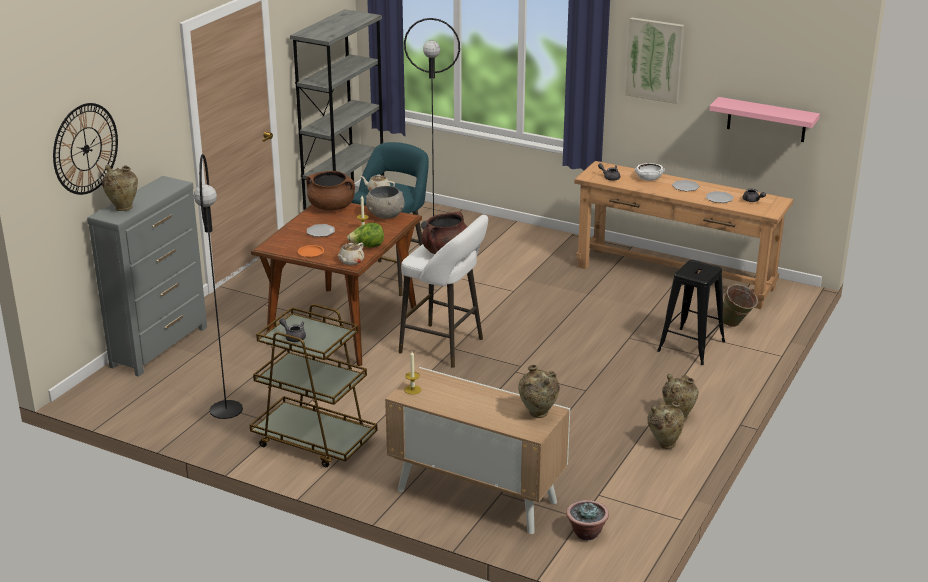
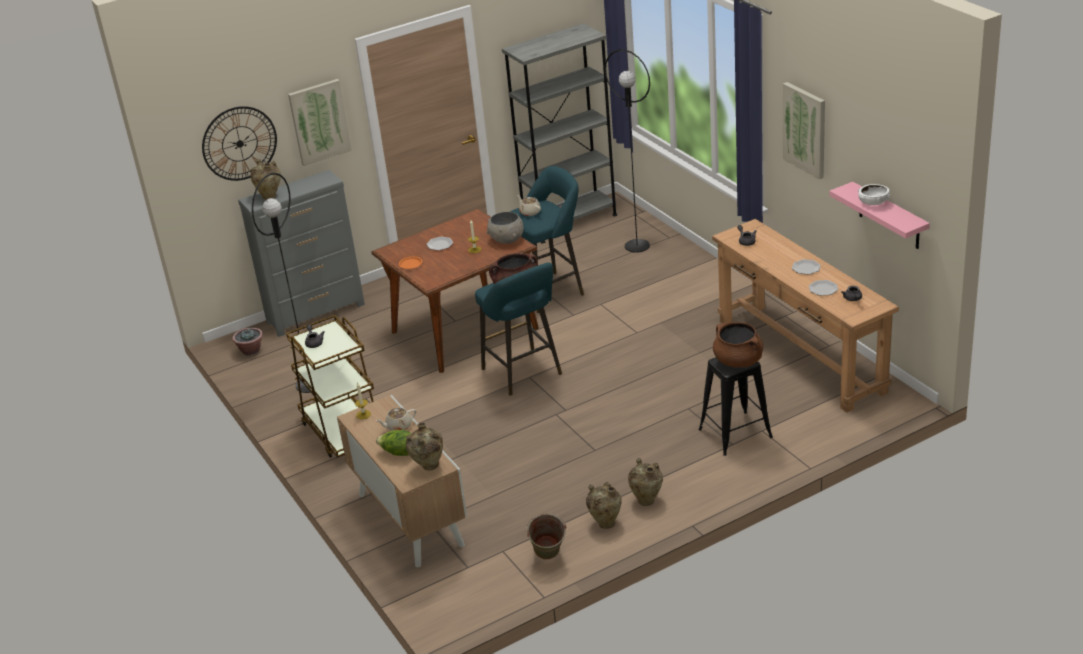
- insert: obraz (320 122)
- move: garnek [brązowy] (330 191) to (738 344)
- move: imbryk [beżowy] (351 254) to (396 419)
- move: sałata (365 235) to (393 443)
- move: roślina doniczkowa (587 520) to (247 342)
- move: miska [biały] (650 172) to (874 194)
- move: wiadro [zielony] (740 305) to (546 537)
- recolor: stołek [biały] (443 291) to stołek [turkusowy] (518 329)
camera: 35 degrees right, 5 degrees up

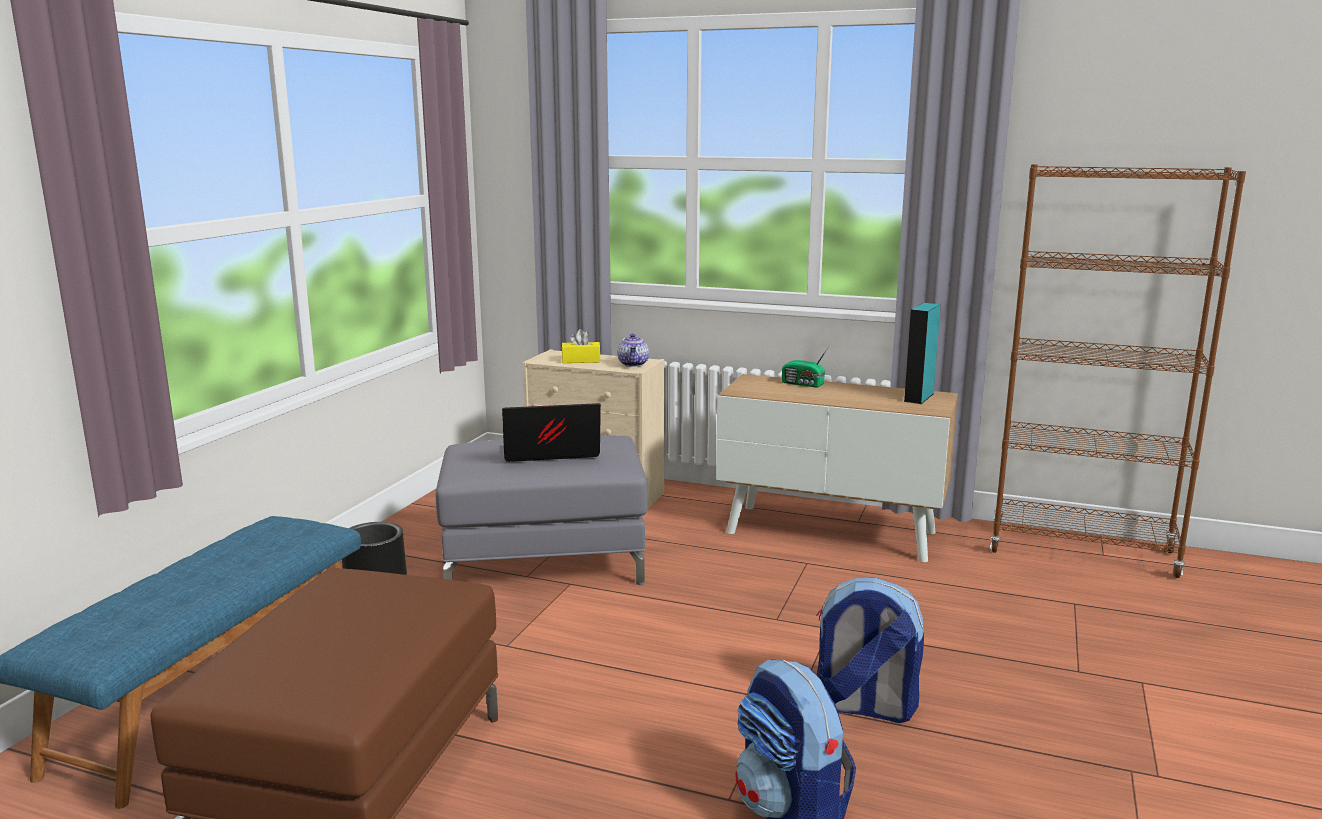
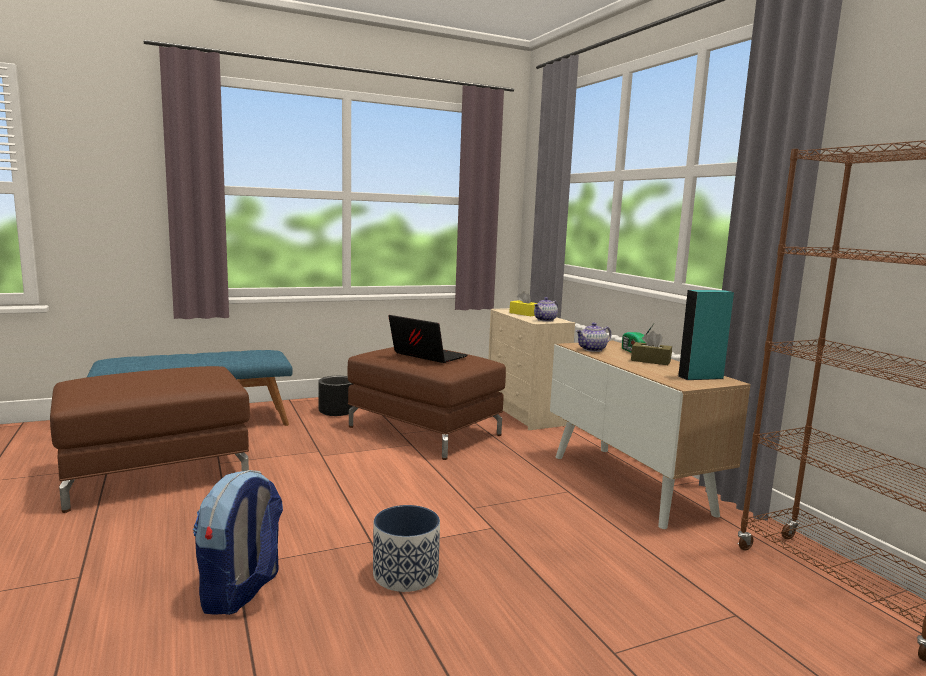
- insert: imbryk (593 337)
- insert: pudełko chusteczek [brązowy] (651 348)
- replace: plecak (870 650) to donica (406 548)
- recolor: pufa [szary] (542 510) to pufa [brązowy] (427 403)
camera: 45 degrees right, 5 degrees down

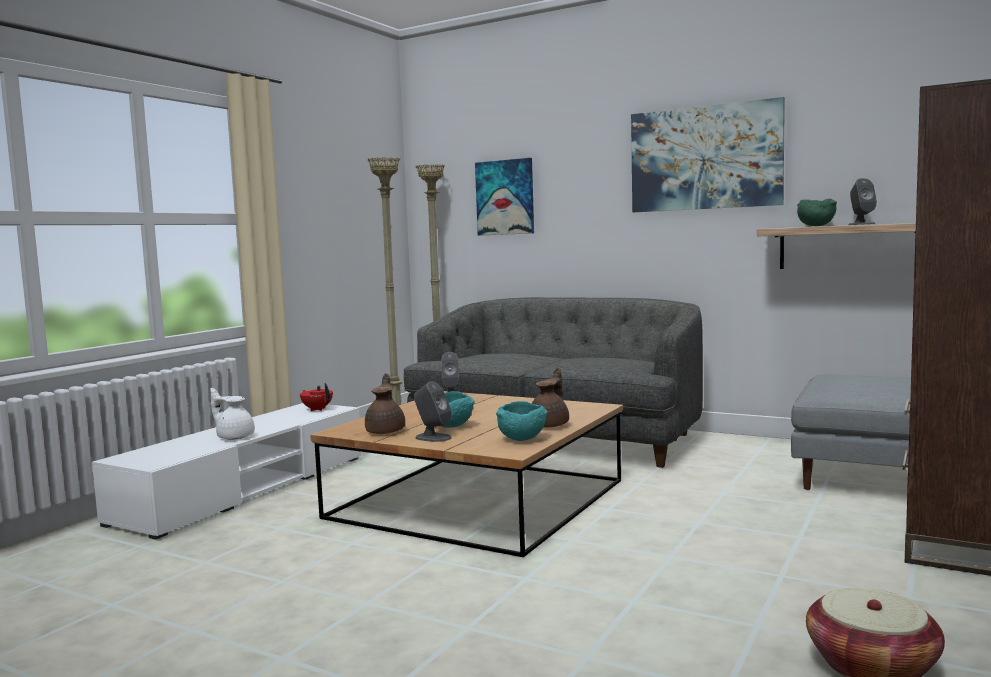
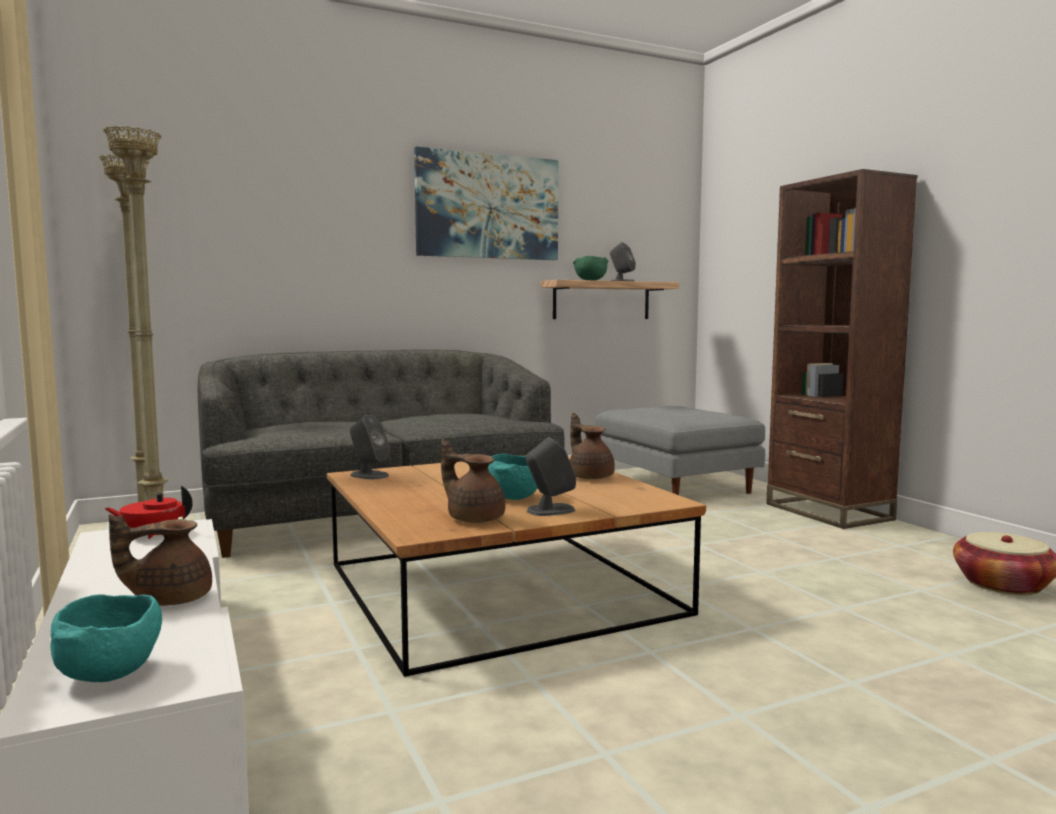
- delete: obraz (504 197)
- move: miska [turkusowy] (522 421) to (106 638)
- recolor: imbryk [biały] (232 414) to imbryk [brązowy] (160 560)
camera: 55 degrees left, 0 degrees up

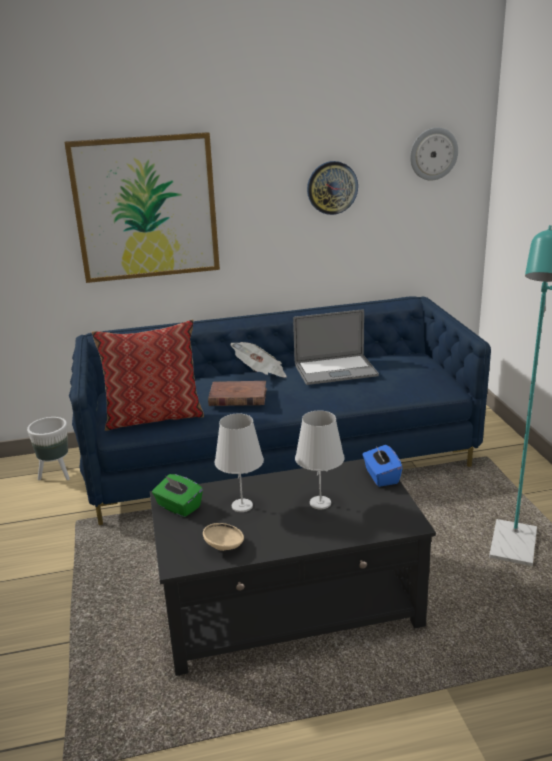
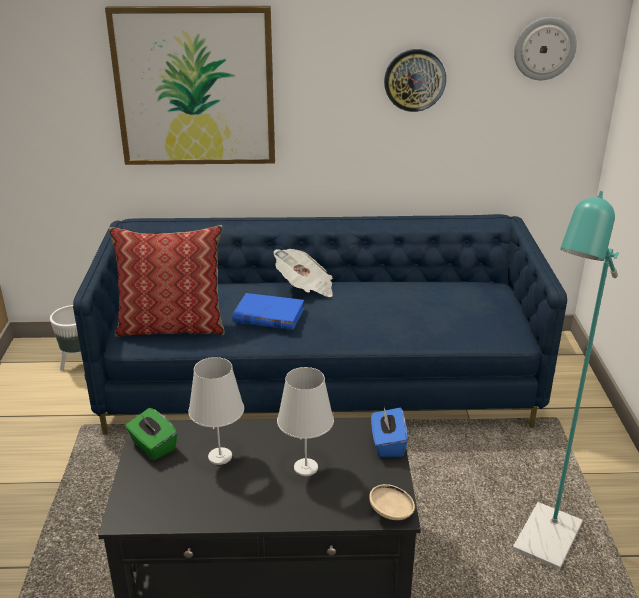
- delete: laptop (336 347)
- move: miska [beżowy] (223 537) to (392 502)
- recolor: książka [brązowy] (237 393) to książka [niebieski] (268 311)
camera: 10 degrees right, 5 degrees up

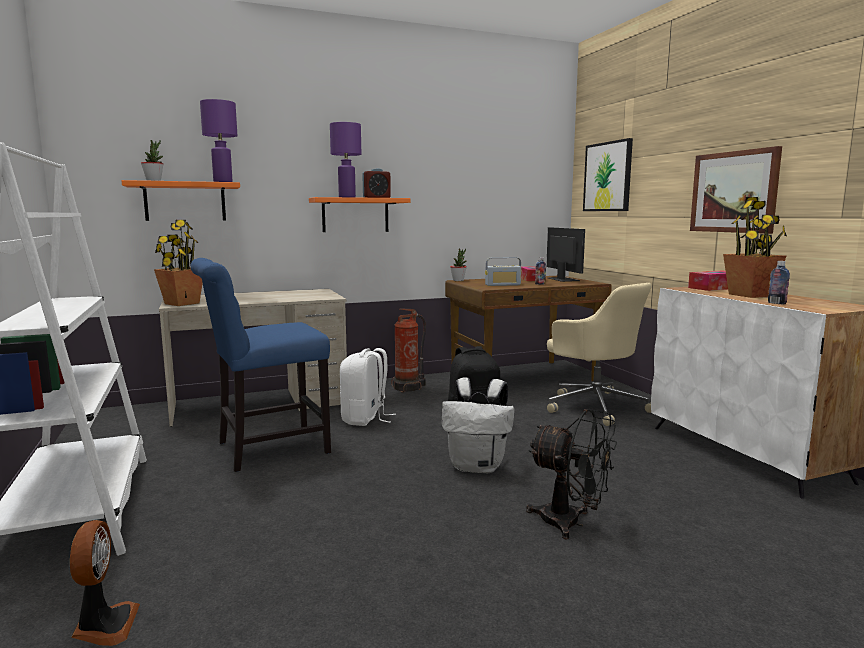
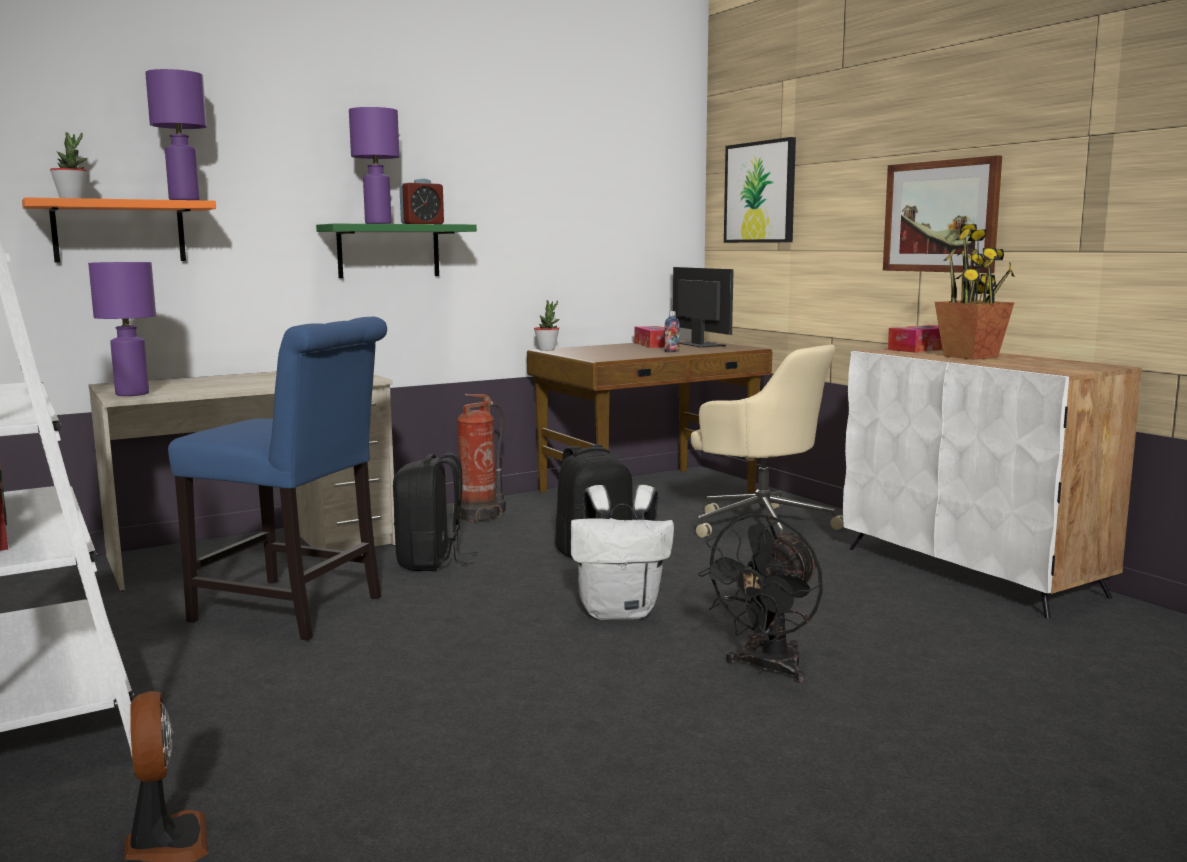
- delete: radio (503 271)
- delete: butelka (779 282)
- replace: roślina doniczkowa (178 263) to lampa stołowa [fioletowy] (122 329)
- recolor: półka [pomarańczowy] (359 214) to półka [zielony] (396 251)
- recolor: plecak [biały] (368 387) to plecak [czarny] (435 512)
- rotate: krzesło [niebieski] (260 365) = (277 479) 120 degrees counterclockwise
- rotate: wentylator [czarny] (571 474) = (760 598) 105 degrees clockwise
camera: 10 degrees left, 0 degrees up

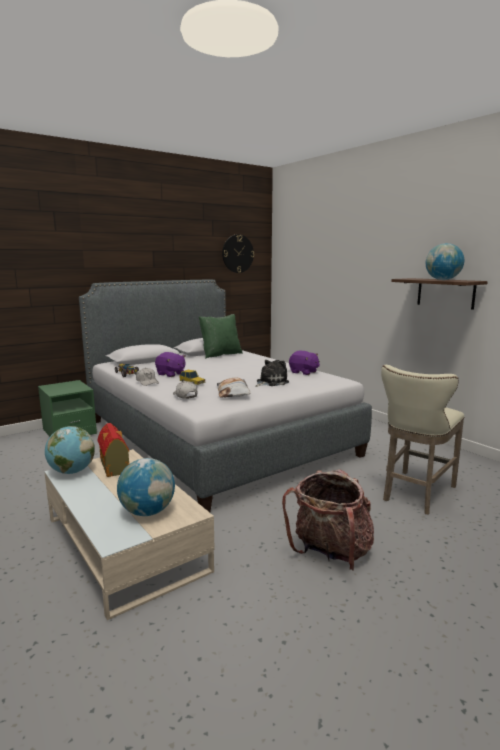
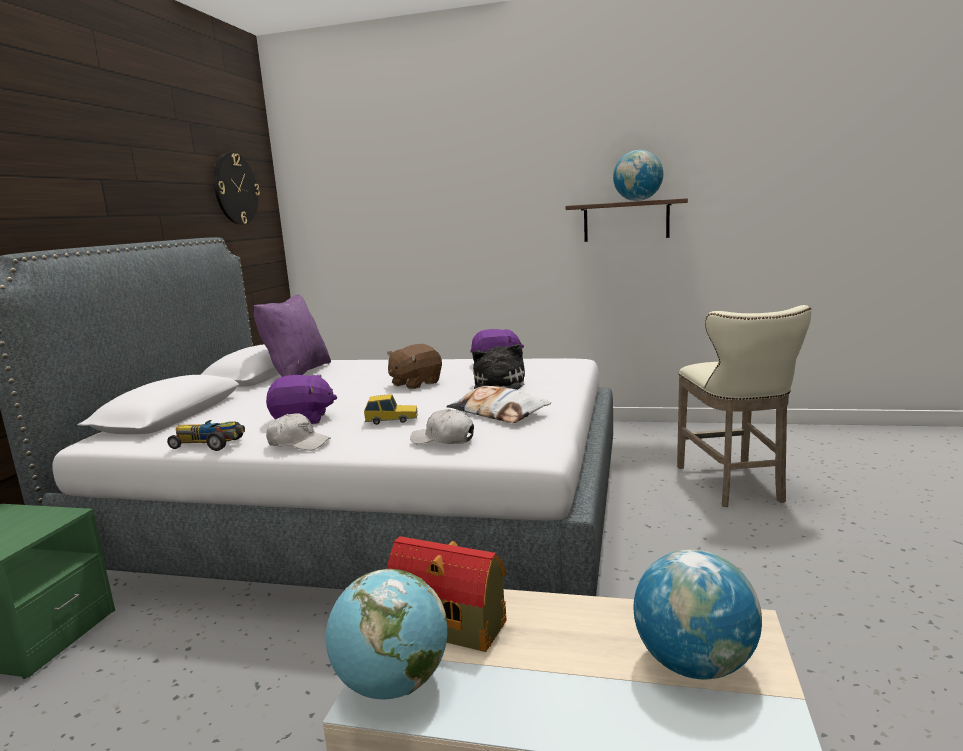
- delete: plecak (328 520)
- insert: pluszak [brązowy] (414 366)
- recolor: poduszka [zielony] (220 336) to poduszka [fioletowy] (292 335)
camera: 40 degrees left, 0 degrees up

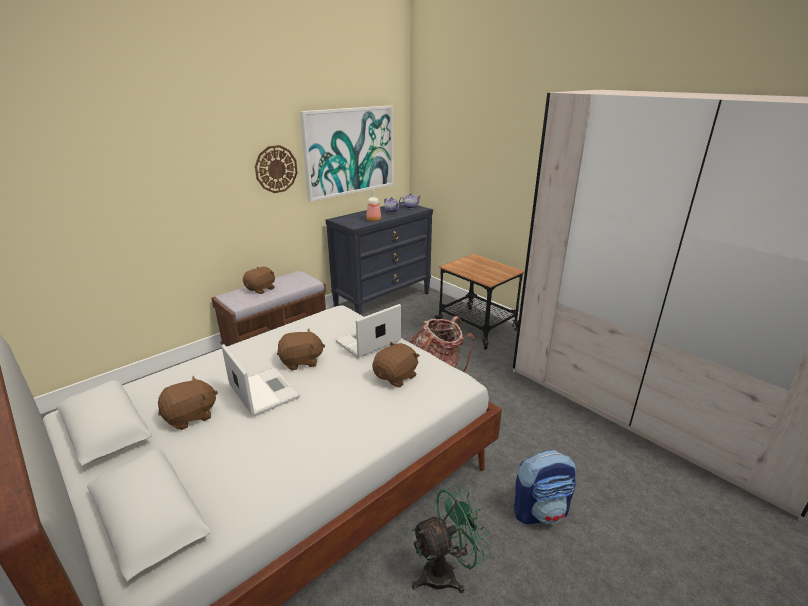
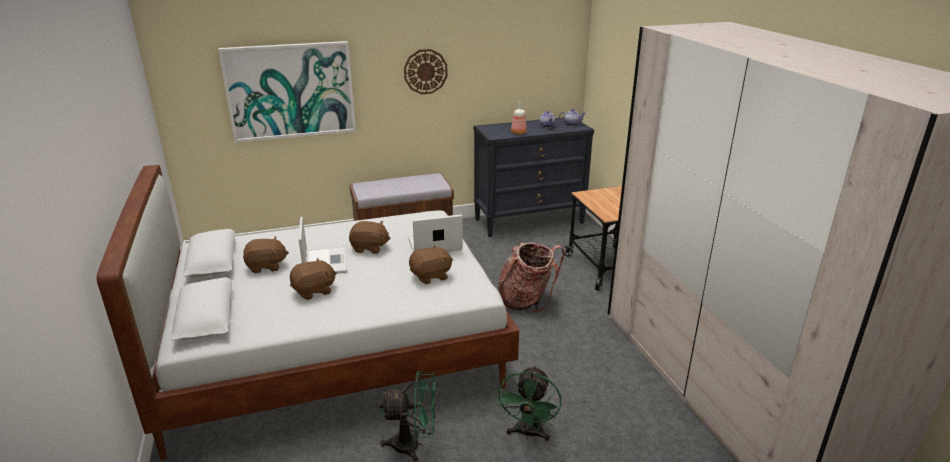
- move: pluszak [brązowy] (259 280) to (313 279)
- move: obraz (347 153) to (287 92)
- replace: plecak (545 487) to wentylator [zielony] (529 403)
camera: 25 degrees right, 0 degrees up

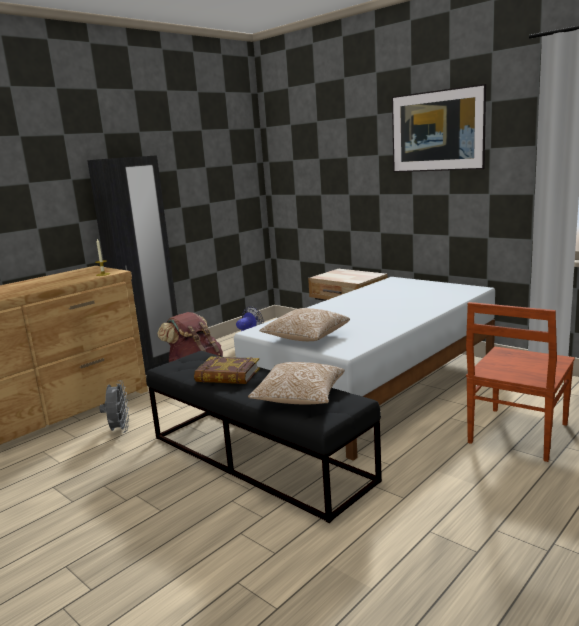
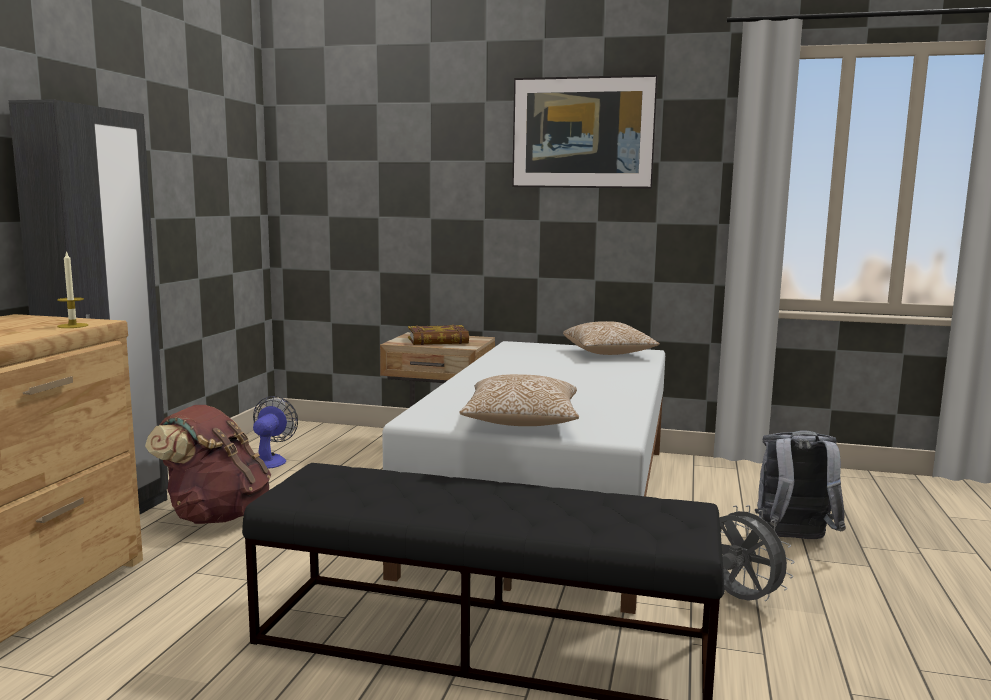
- move: wentylator [szary] (114 406) to (756 553)
- move: książka (227 370) to (438 335)
- move: poduszka (296 383) to (611 338)
- replace: krzesło [brązowy] (520 382) to plecak [szary] (800 485)
camera: 30 degrees left, 5 degrees down

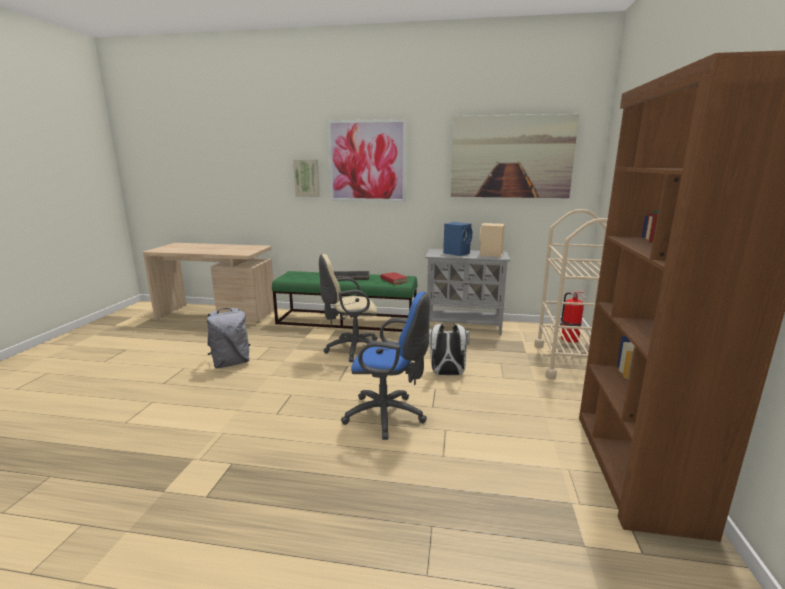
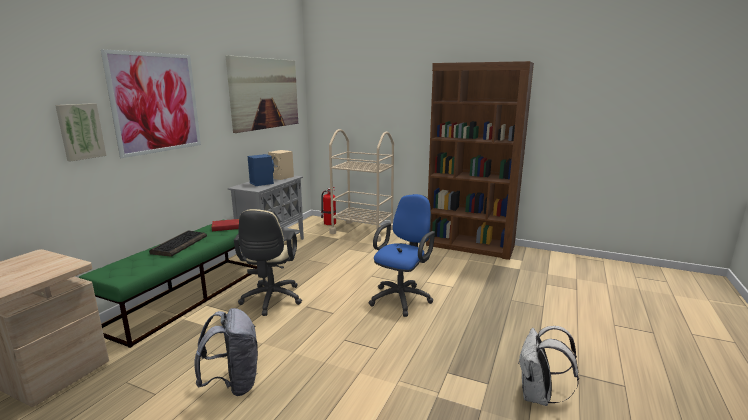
- move: plecak [biały] (449 349) to (548 366)
camera: 75 degrees left, 0 degrees up

